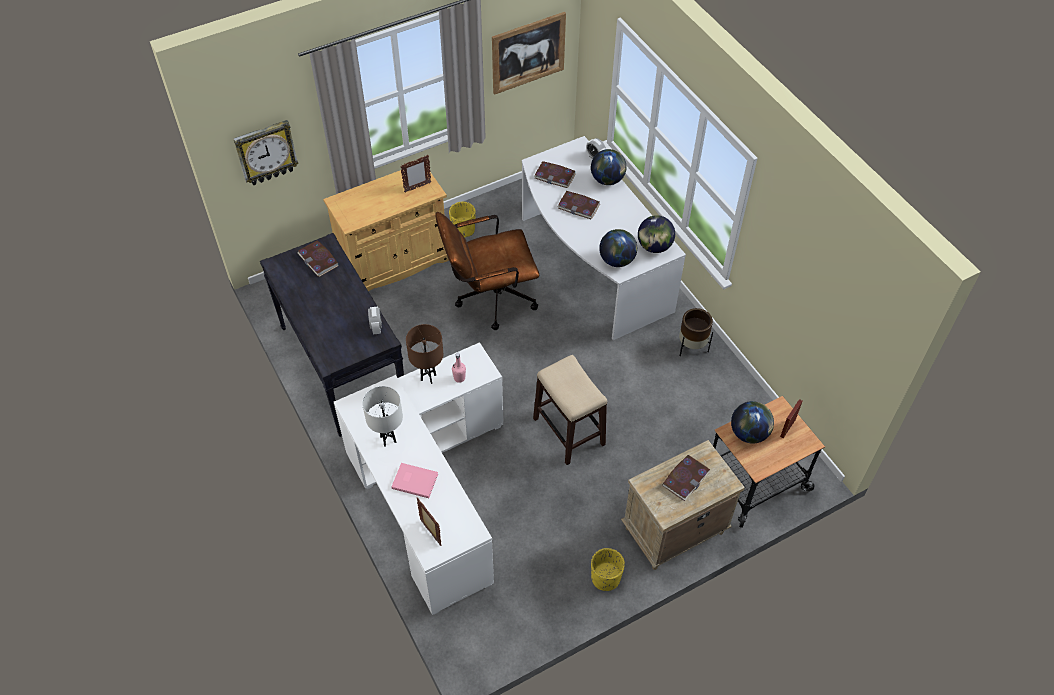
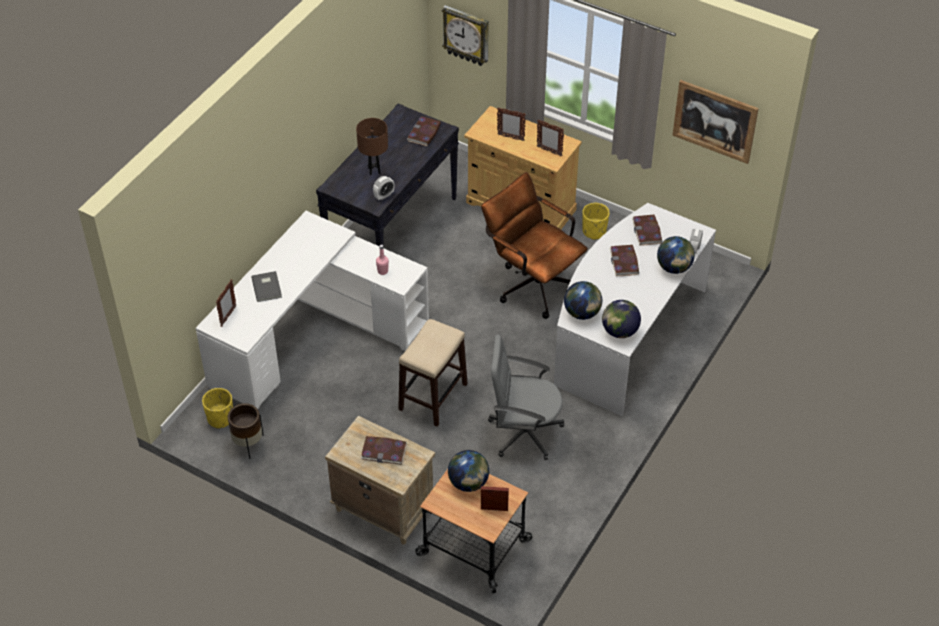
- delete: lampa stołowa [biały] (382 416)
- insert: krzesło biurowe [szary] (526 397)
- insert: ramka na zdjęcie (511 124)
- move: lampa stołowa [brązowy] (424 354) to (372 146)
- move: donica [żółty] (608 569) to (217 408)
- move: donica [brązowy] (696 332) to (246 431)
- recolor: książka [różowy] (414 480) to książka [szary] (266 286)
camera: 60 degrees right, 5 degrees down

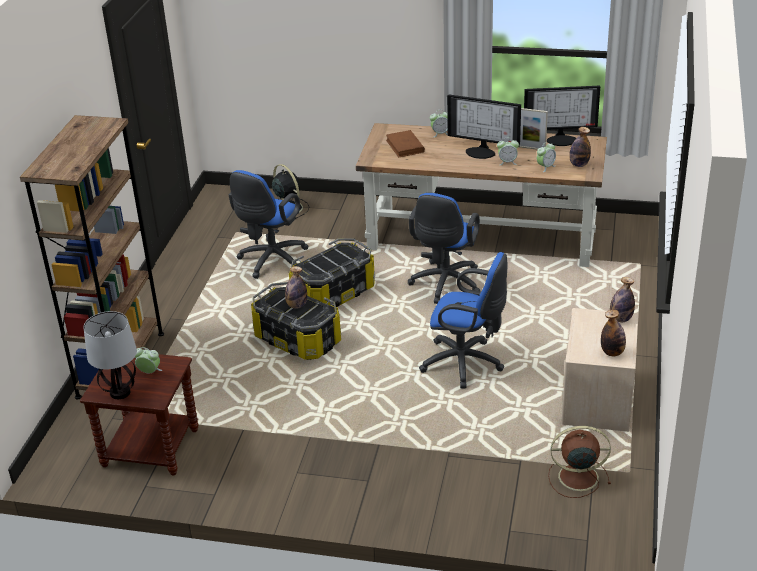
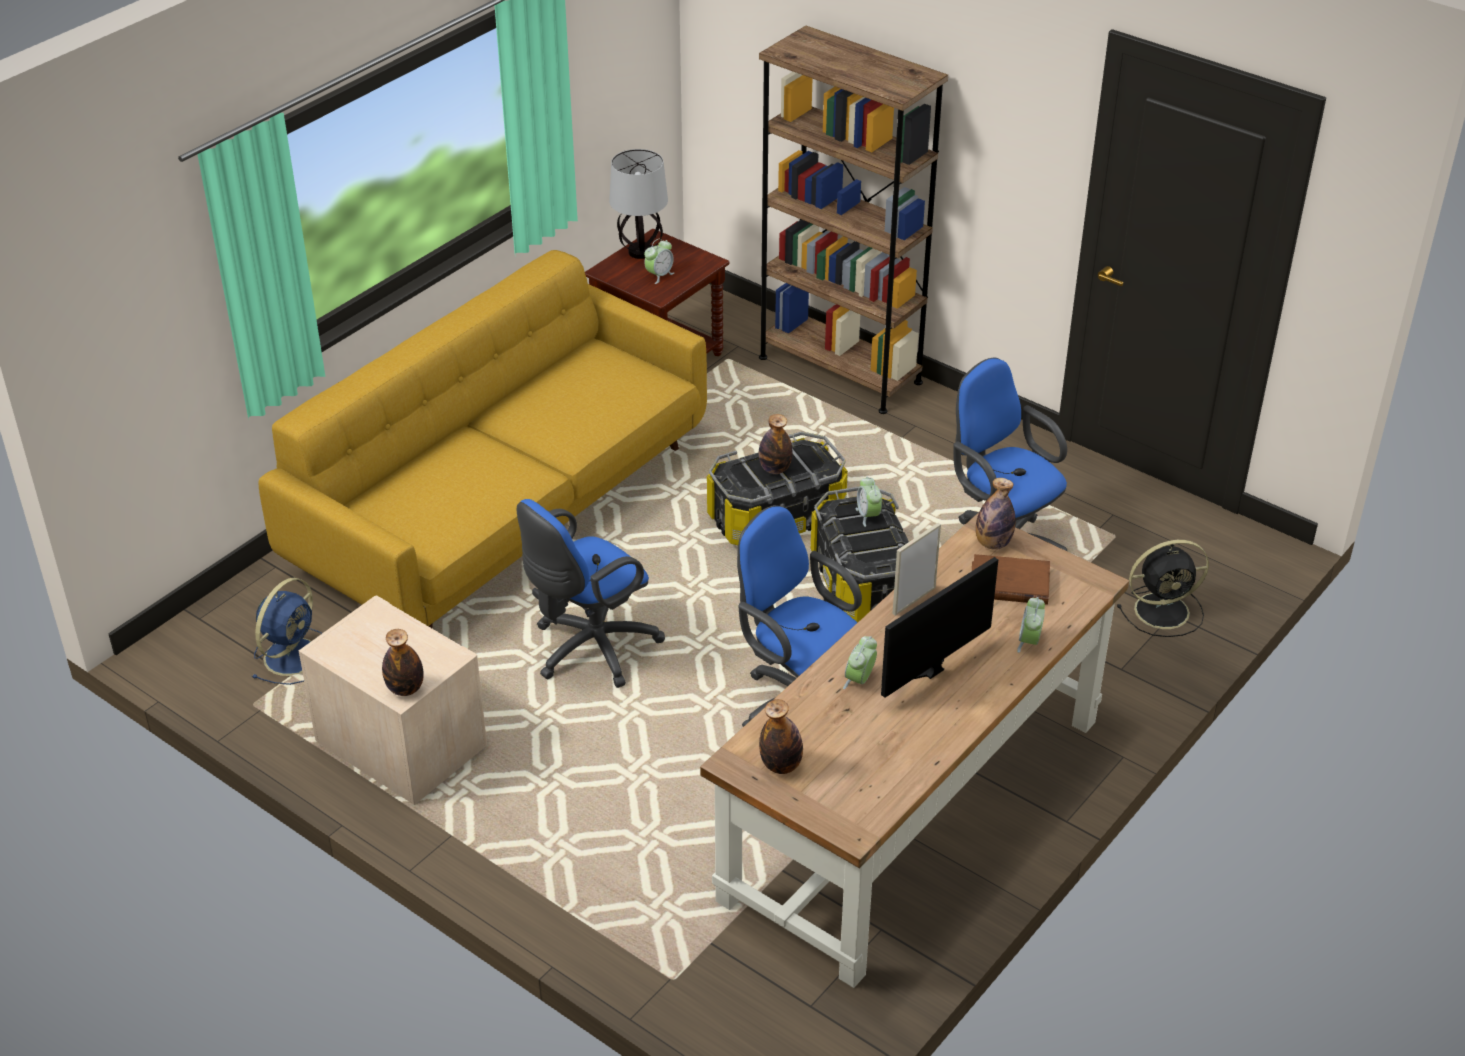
- delete: monitor (562 116)
- insert: kanapa [żółty] (483 439)
- move: ramka na zdjęcie (533 129) to (917 569)
- move: budzik (546 157) to (869 501)
- move: butelka (613 333) to (995 514)
- recolor: wentylator [brązowy] (579 462) to wentylator [niebieski] (287 631)
camera: 115 degrees right, 5 degrees up

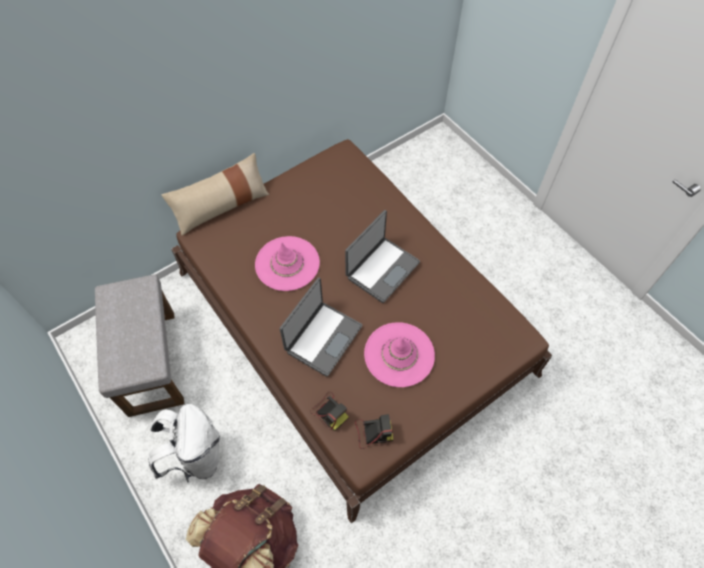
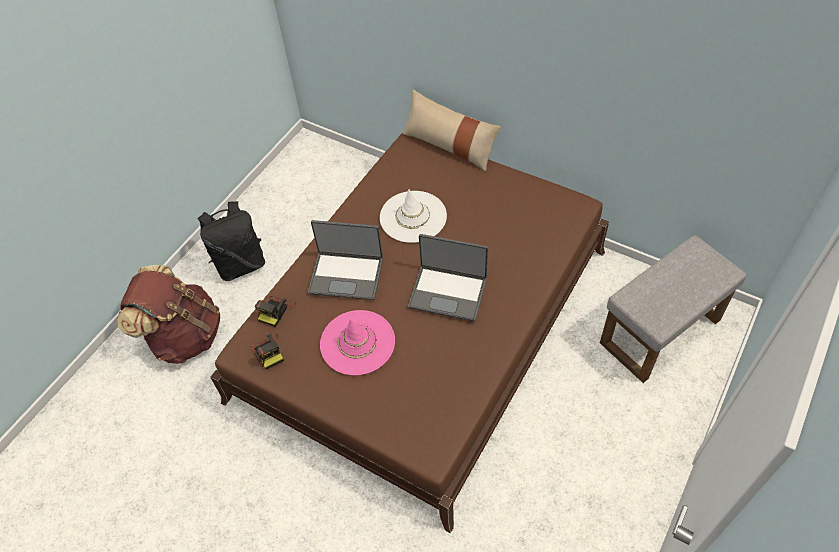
- move: pufa [szary] (139 345) to (673 309)
- recolor: plecak [biały] (184 443) to plecak [czarny] (231 241)
- recolor: kapelusz [różowy] (287 263) to kapelusz [biały] (413 216)
camera: 70 degrees right, 5 degrees down

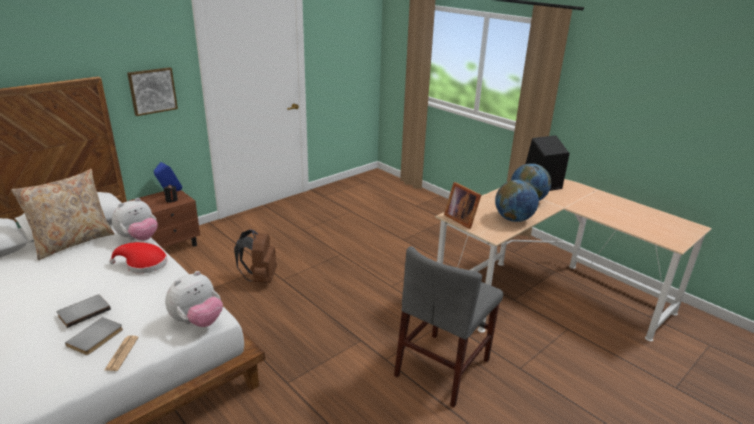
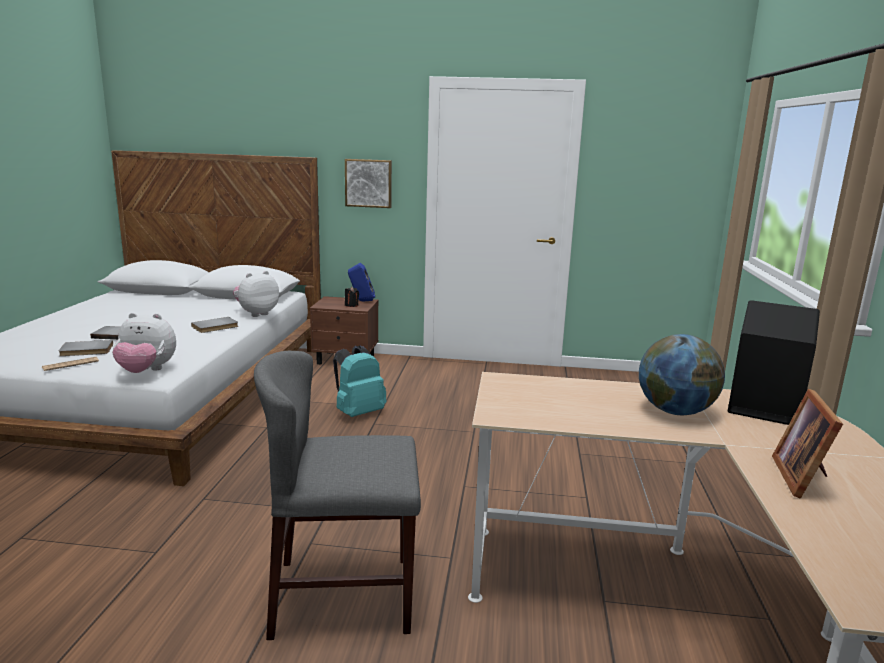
- delete: poduszka [beżowy] (63 214)
- delete: globus (517 201)
- move: ramka na zdjęcie (462 205) to (807 444)
- replace: kapelusz [czerwony] (138 258) to książka [szary] (214 325)
- recolor: plecak [brązowy] (255 256) to plecak [turkusowy] (359 381)
- rotate: pluszak (135 219) = (256 294) 135 degrees clockwise
camera: 50 degrees right, 10 degrees down

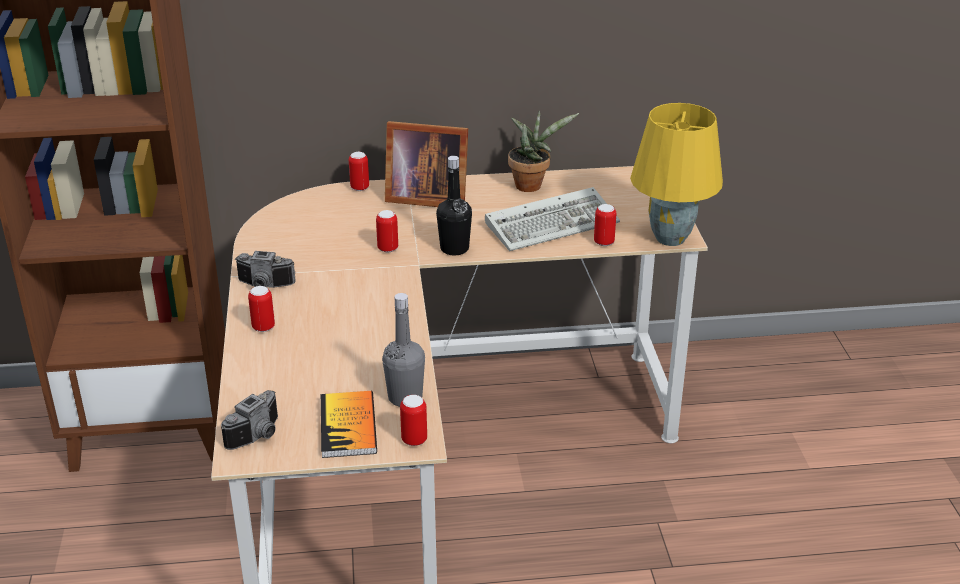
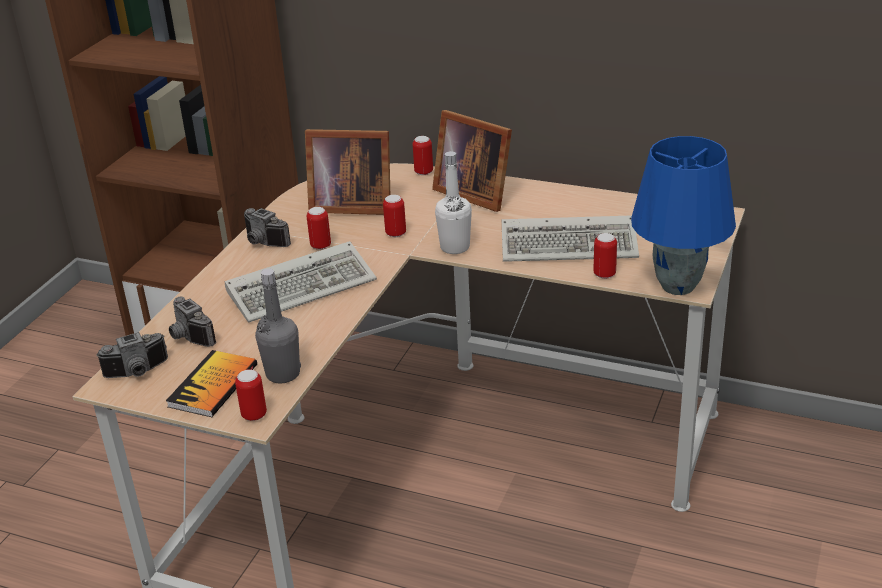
- delete: roślina doniczkowa (543 151)
- insert: aparat fotograficzny (192 322)
- insert: klawiatura (301 282)
- insert: ramka na zdjęcie (347 172)
- move: puszka (261 309) to (319 228)
- recolor: butelka [czarny] (454 205) to butelka [biały] (453 202)
- recolor: lampa stołowa [żółty] (676 174) to lampa stołowa [niebieski] (683 215)
camera: 30 degrees right, 0 degrees up

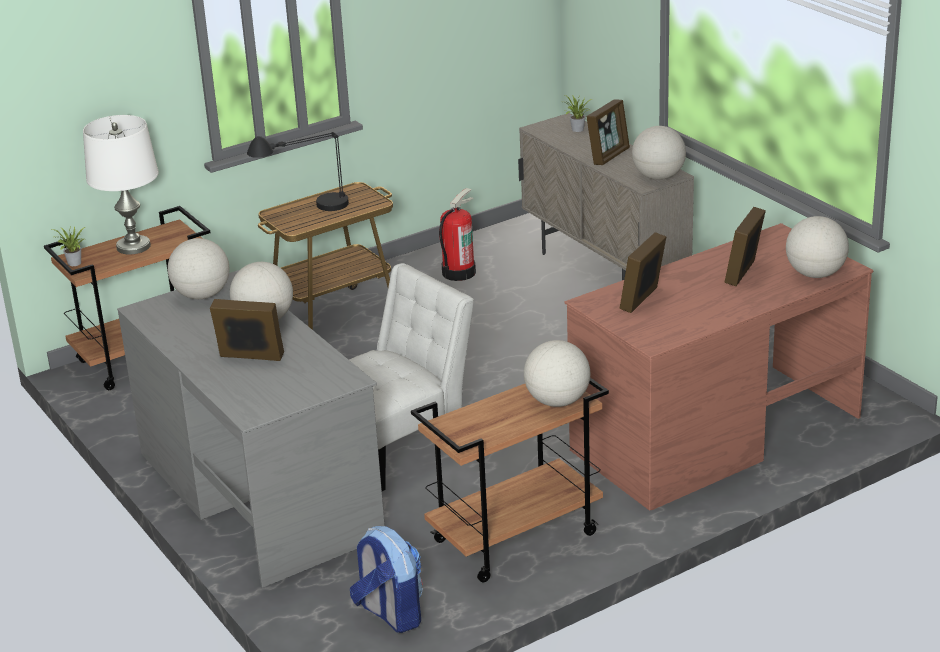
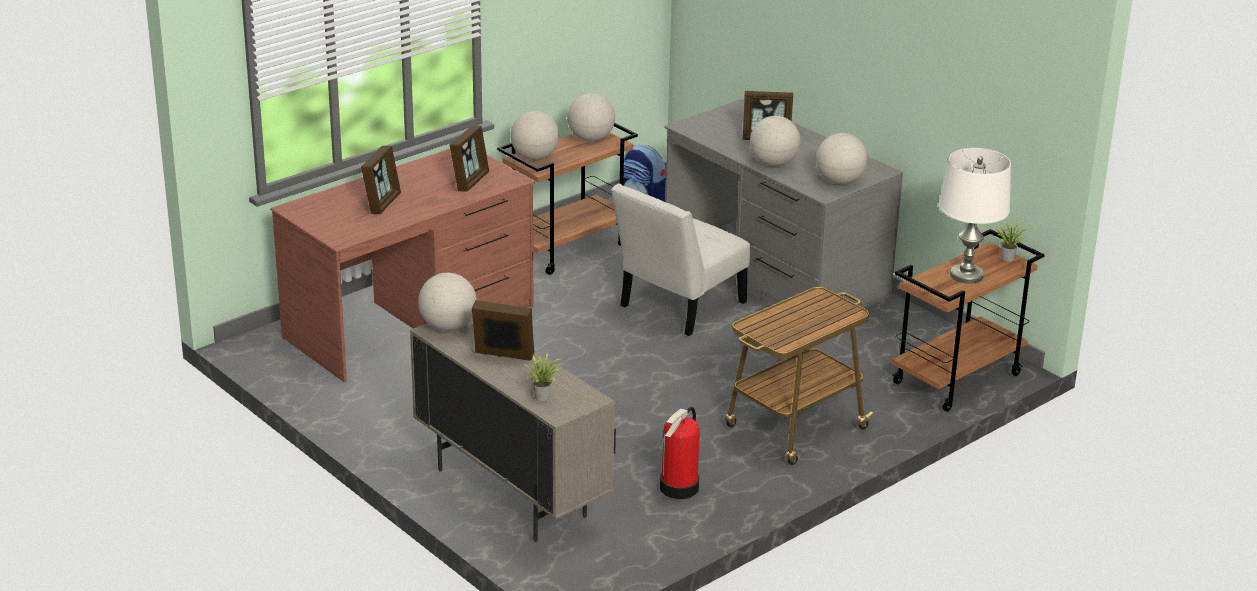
- delete: lampa stołowa [czarny] (298 171)
- move: globus (817 247) to (591 117)
- rotate: ramka na zdjęcie (608 132) = (503 330) 75 degrees clockwise
camera: 170 degrees right, 0 degrees up

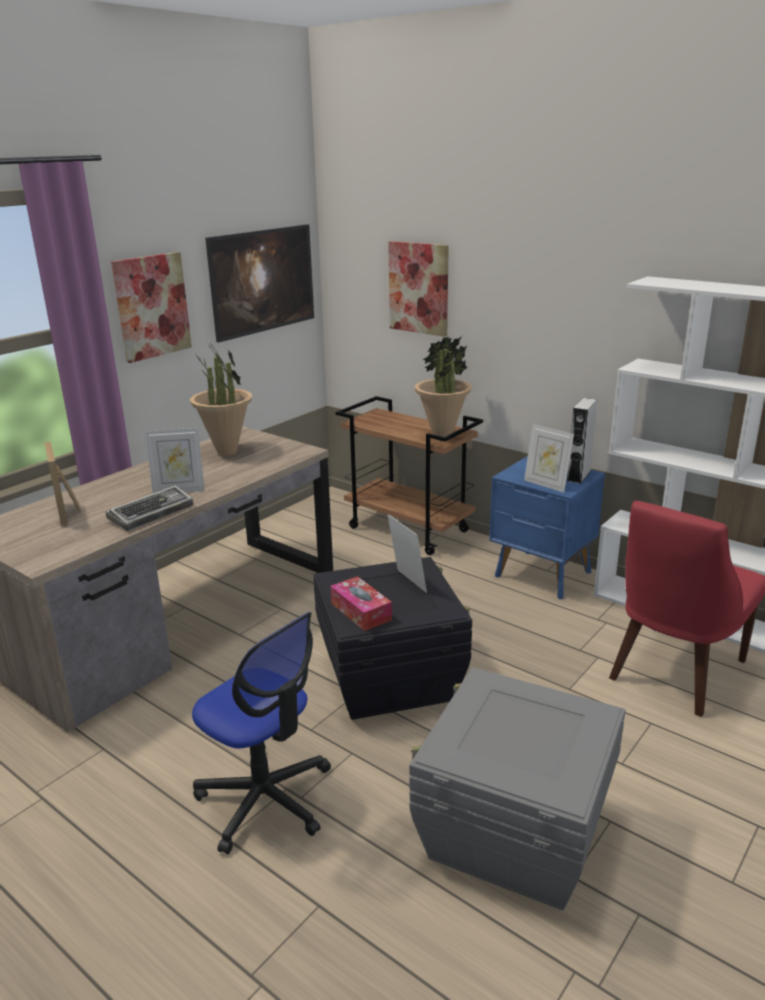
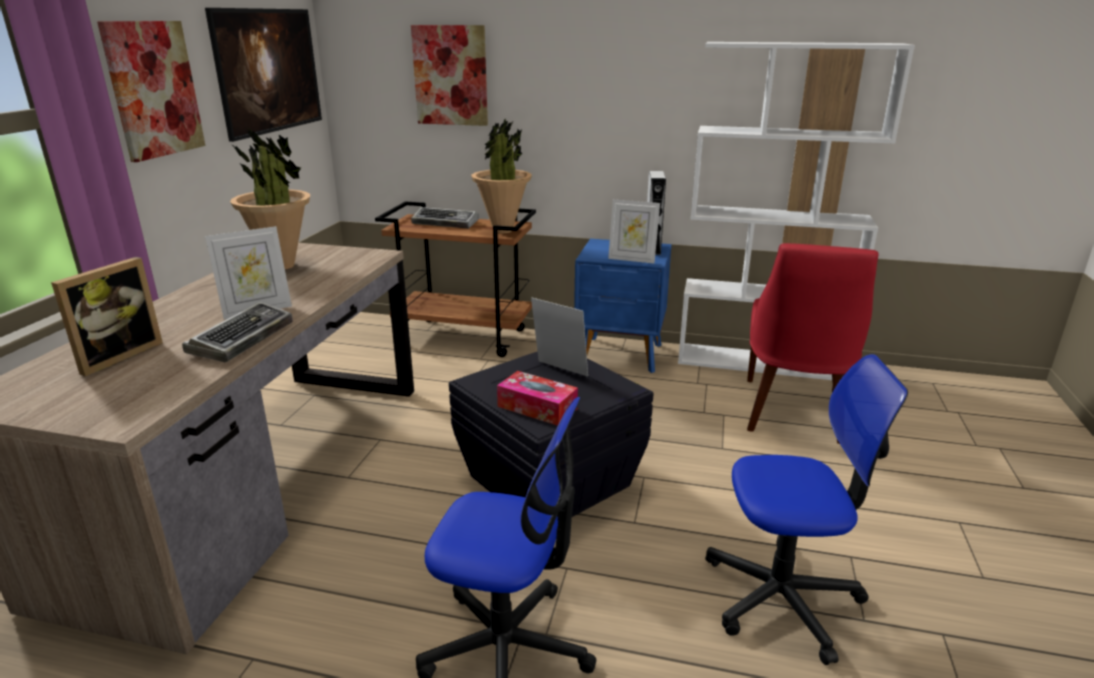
- insert: klawiatura (445 218)
- replace: pojemnik do przechowywania [szary] (517 788) to krzesło biurowe (806 509)
- rotate: ramka na zdjęcie (62 484) = (107 316) 105 degrees counterclockwise
camera: 25 degrees left, 0 degrees up

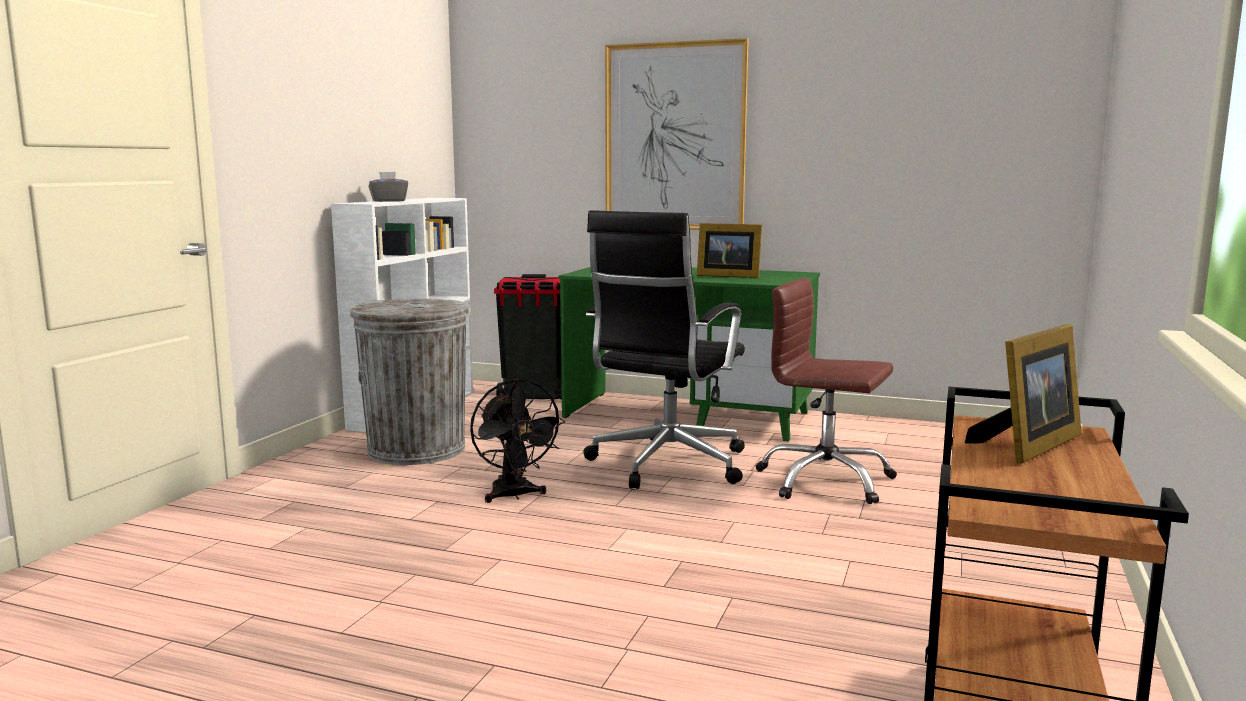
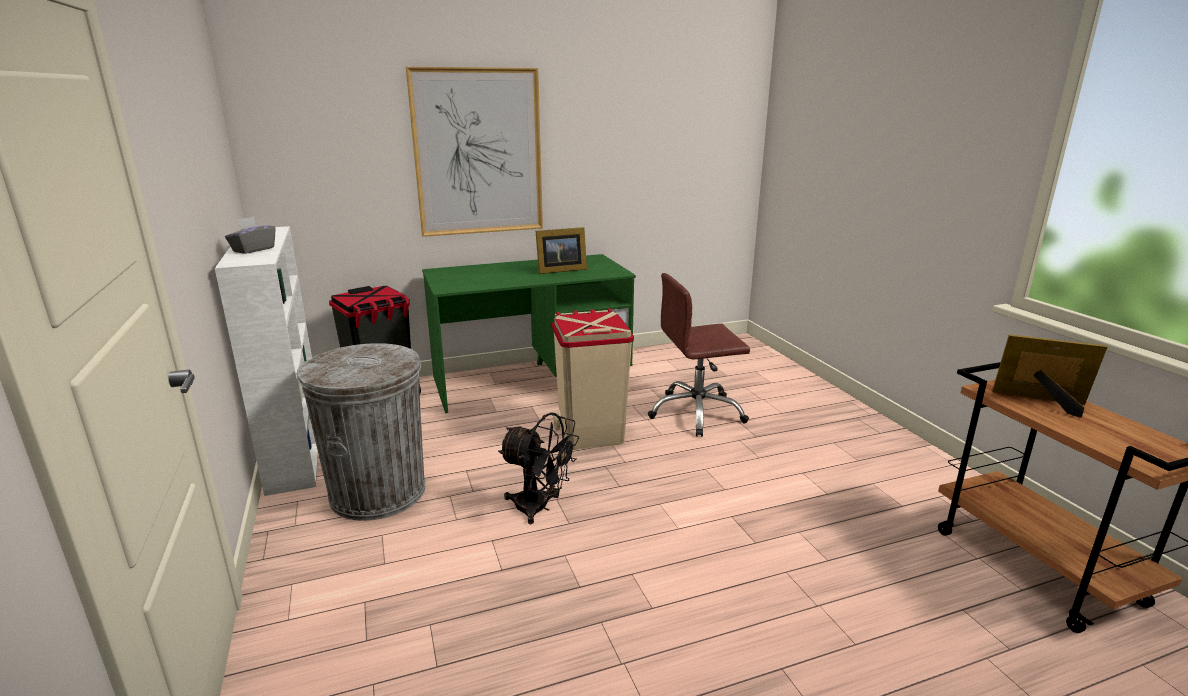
- replace: krzesło biurowe [czarny] (664 349) to kosz na śmieci [beżowy] (593 379)
- rotate: ramka na zdjęcie (1023 394) = (1049 376) 75 degrees counterclockwise
camera: 40 degrees left, 10 degrees up

